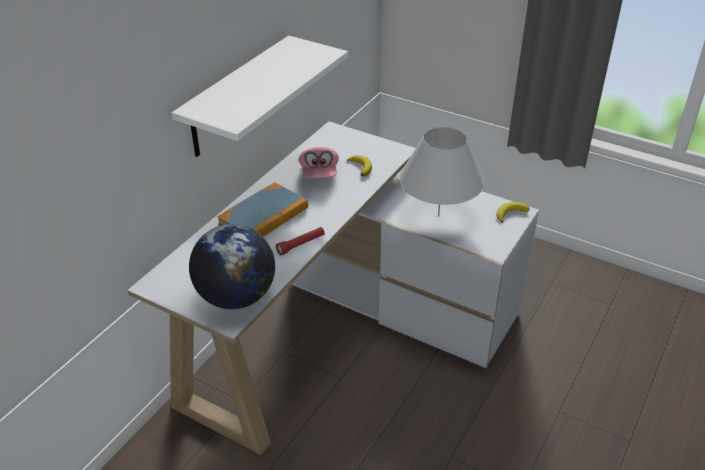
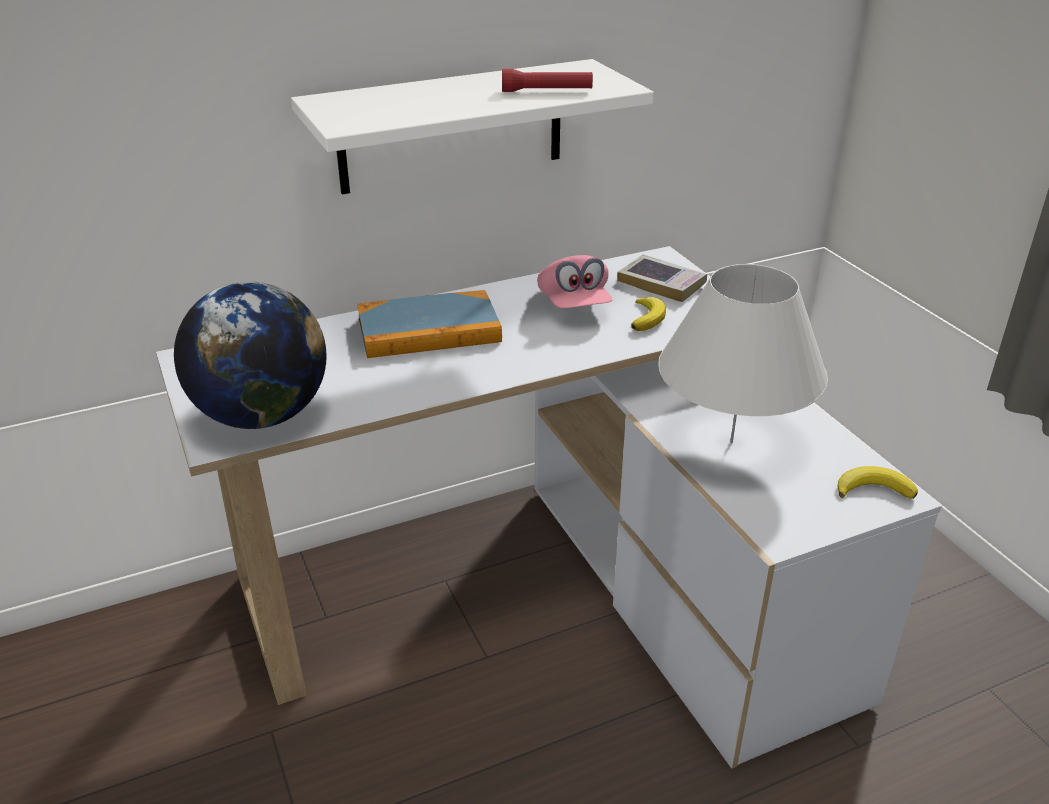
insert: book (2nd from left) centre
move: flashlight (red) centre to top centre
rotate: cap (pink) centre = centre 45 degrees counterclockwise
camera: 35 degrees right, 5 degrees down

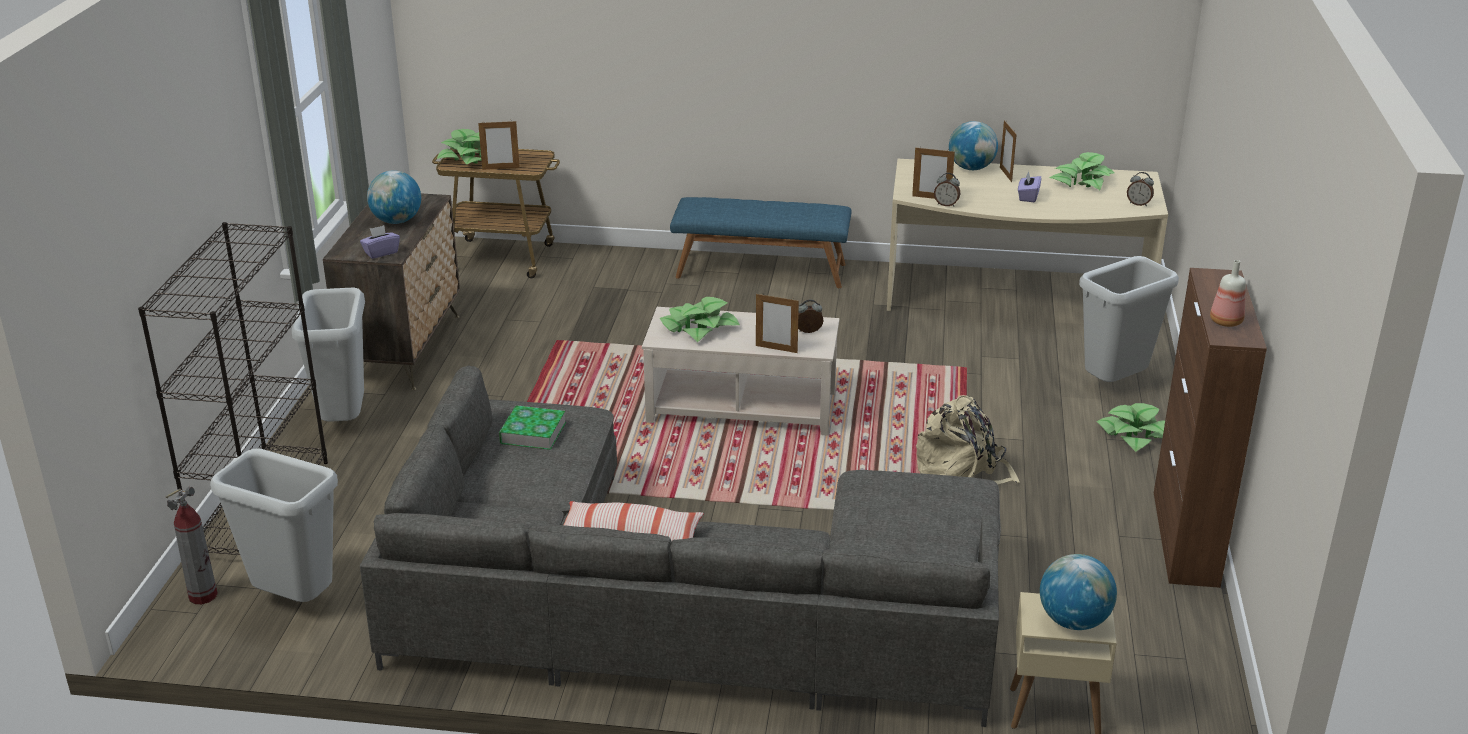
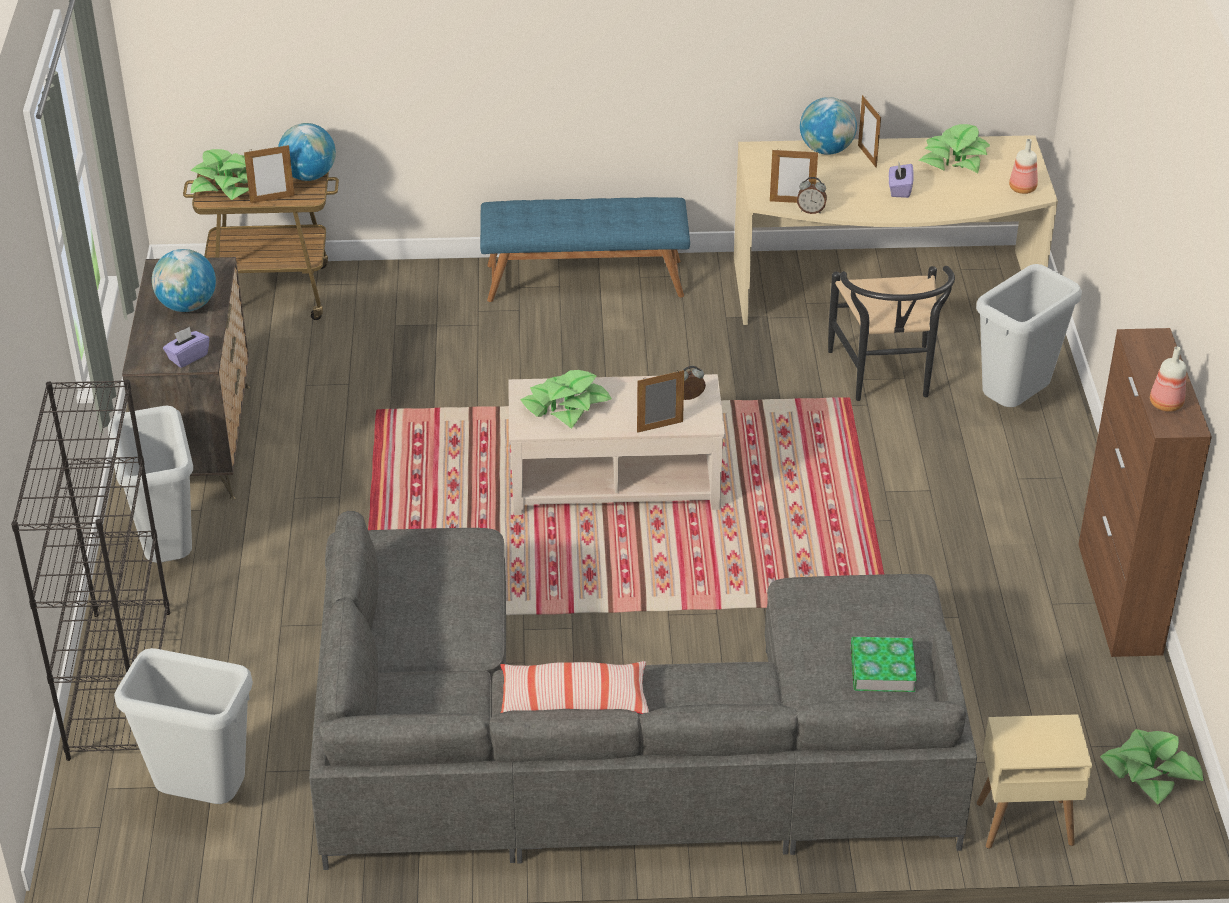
delete: fire extinguisher bottom left; backpack (beige) centre
insert: chair (black) middle right
move: book centre to bottom right; globe (3rd from left in the first image) bottom right to globe (2nd from left) top left; potted plant (4th from left) middle right to bottom right
replace: alarm clock (3rd from left) top right to bottle (1st from left) top right
rotate: picture frame (2nd from left) centre = centre 150 degrees clockwise
camera: 10 degrees left, 10 degrees up

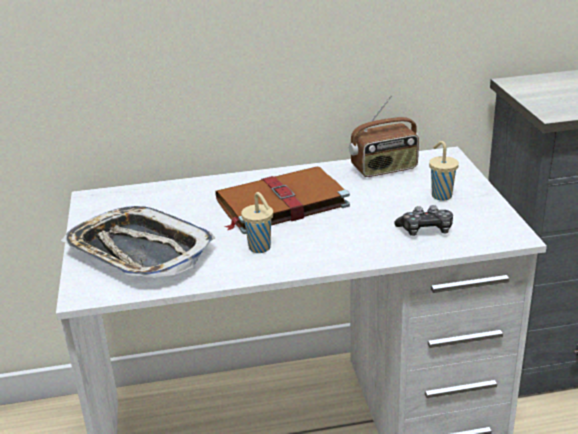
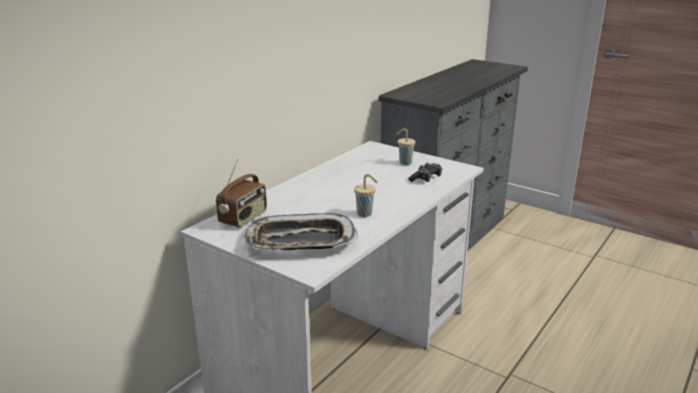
delete: book (brown) centre
move: radio top centre to centre
camera: 45 degrees left, 5 degrees down

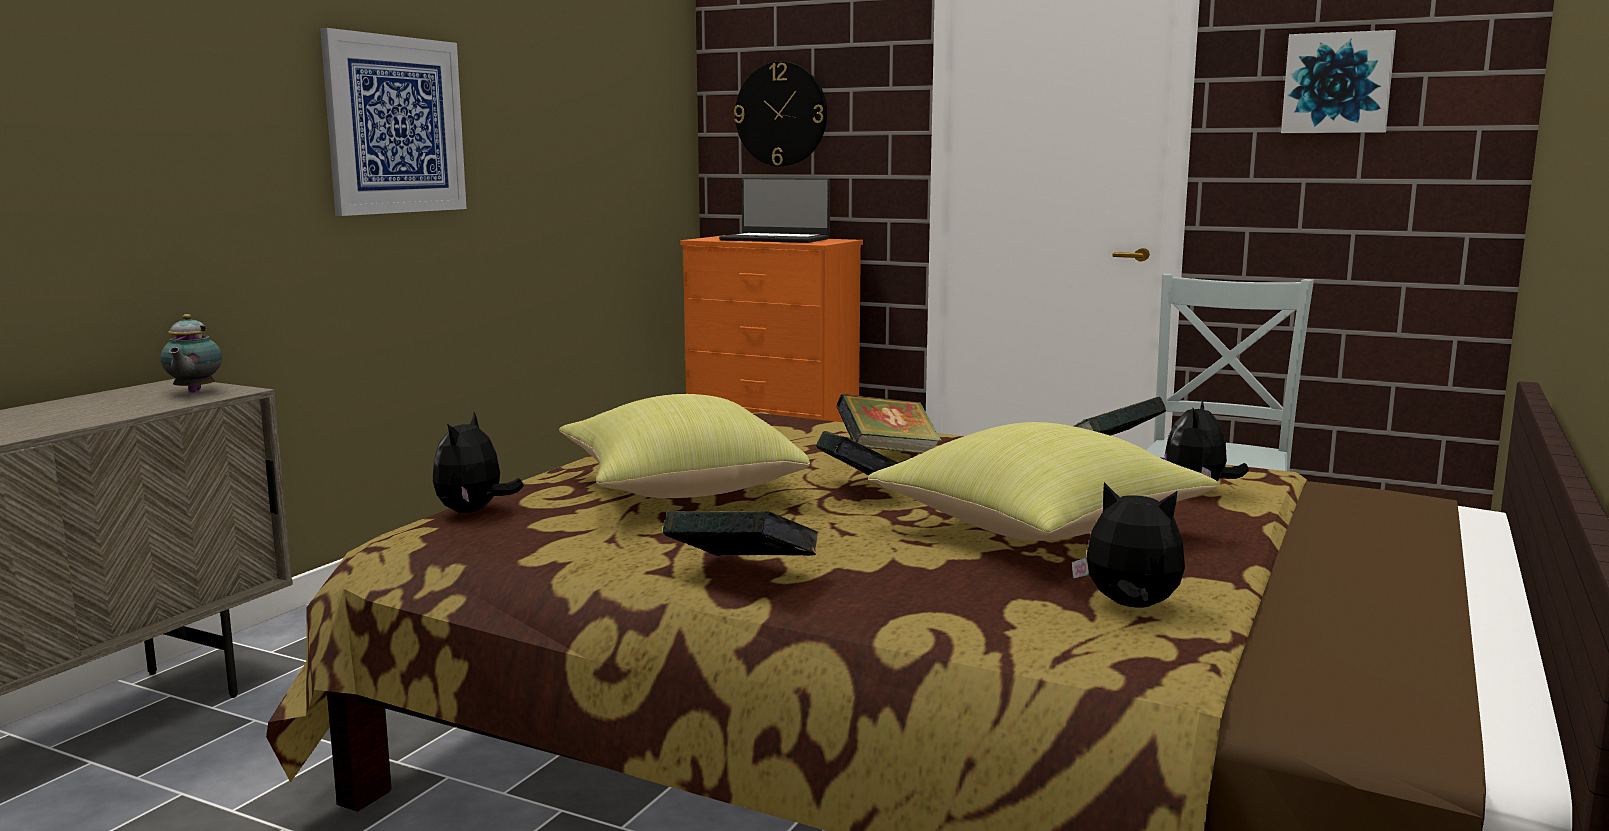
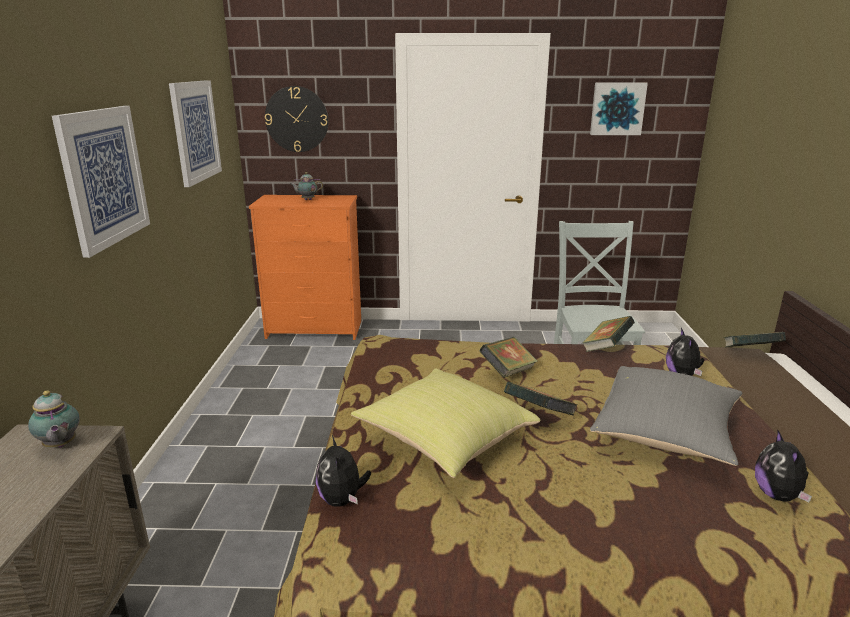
insert: picture (2nd from left) top left
move: book (1st from left in the first image) centre to book (4th from left) middle right
replace: laptop top centre to teapot (2nd from left) top centre
recolor: pillow (yellow) (2nd from left) centre to pillow (grey) bottom right
rotate: plush toy (2nd from left in the first image) middle right = bottom right 90 degrees counterclockwise
camera: 25 degrees left, 10 degrees up

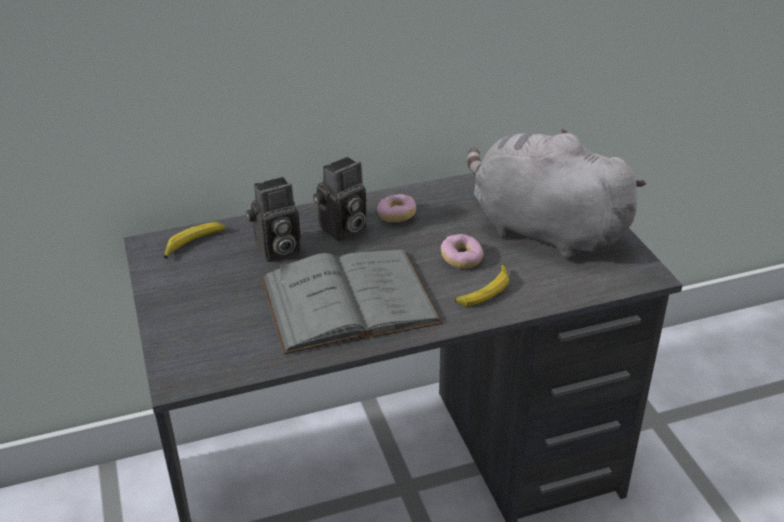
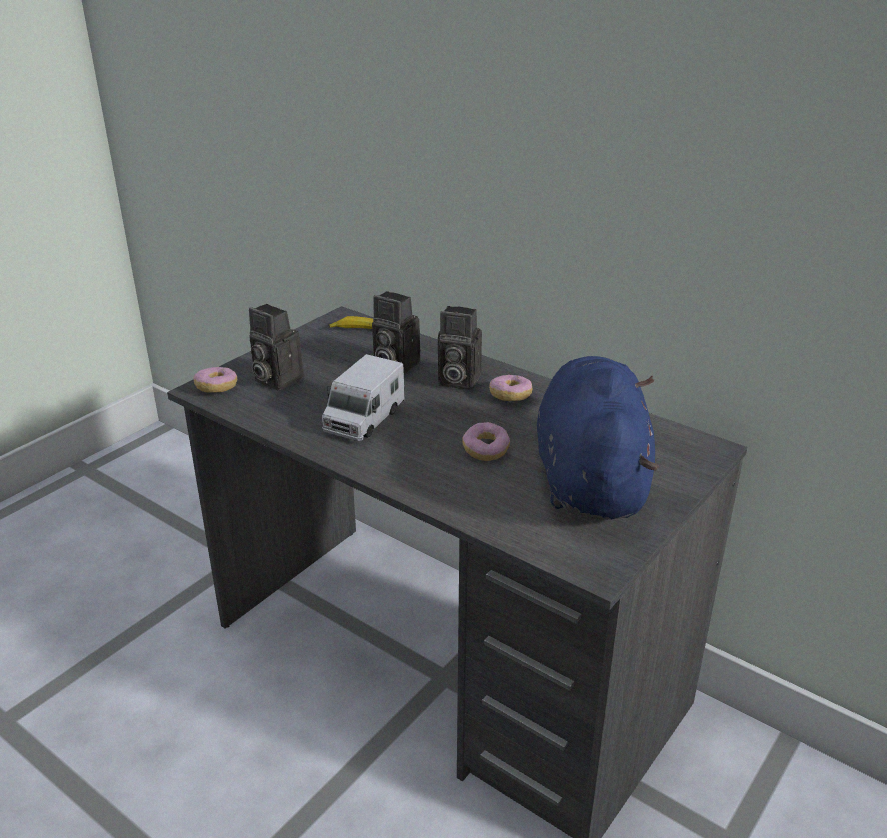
delete: banana (2nd from left) centre
insert: donut (1st from left) middle left; photo camera (1st from left) middle left
replace: book (grey) centre to toy truck centre
recolor: plush toy (grey) middle right to plush toy (blue) middle right
camera: 55 degrees right, 5 degrees down

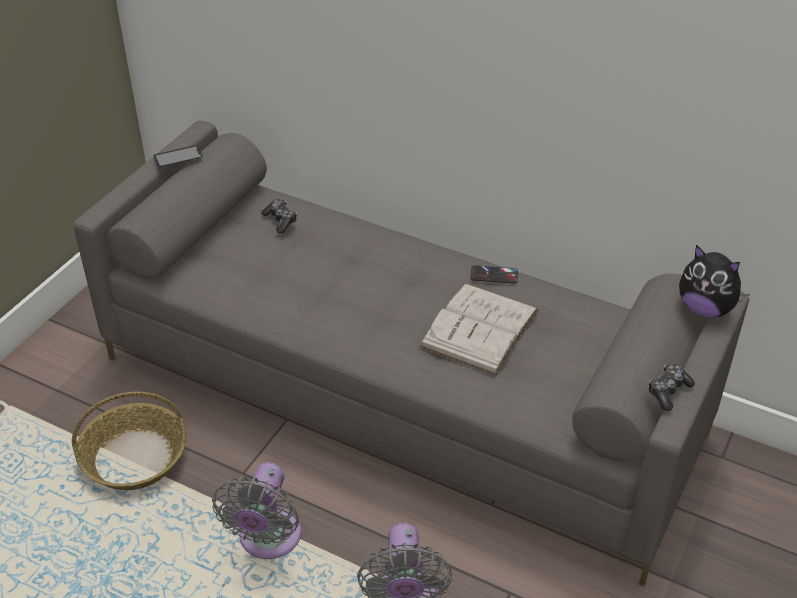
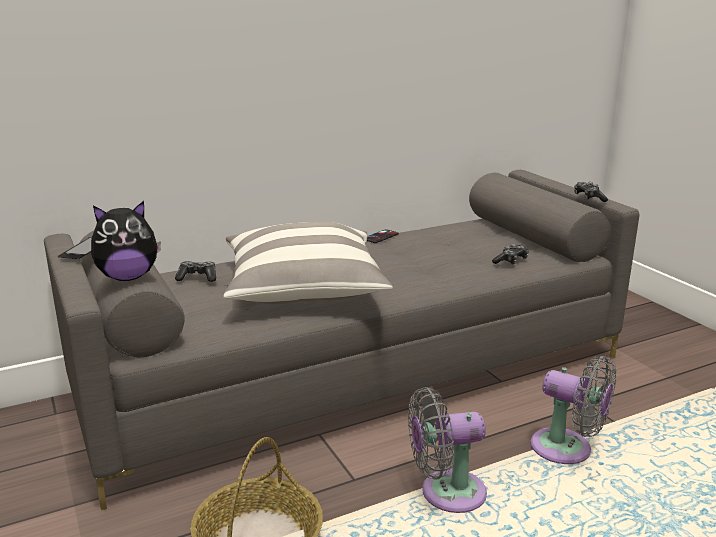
delete: book (white) centre
insert: pillow centre; game controller (2nd from left) middle right
move: plush toy middle right to middle left
rotate: fan (grey) (1st from left) bottom left = bottom centre 120 degrees clockwise
camera: 55 degrees left, 20 degrees down

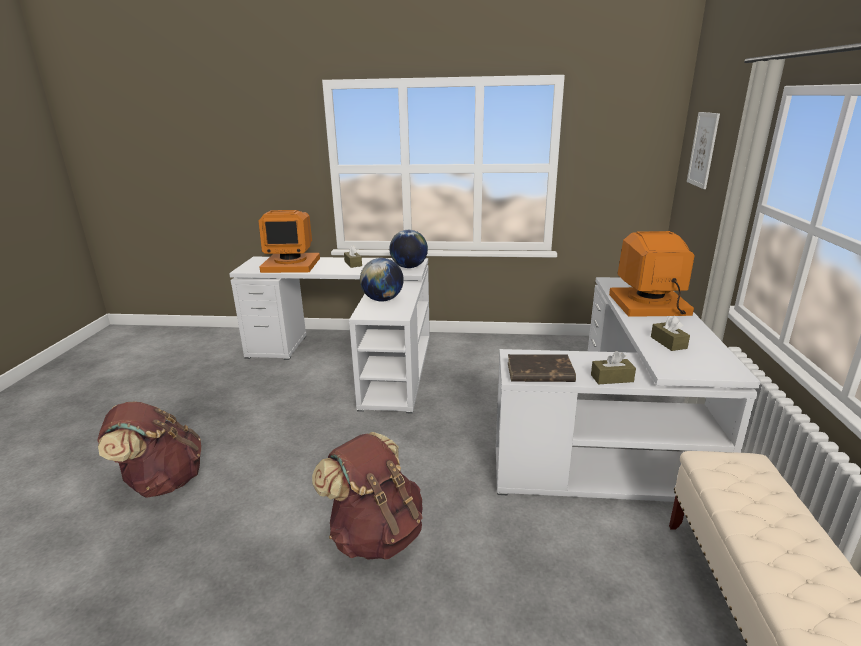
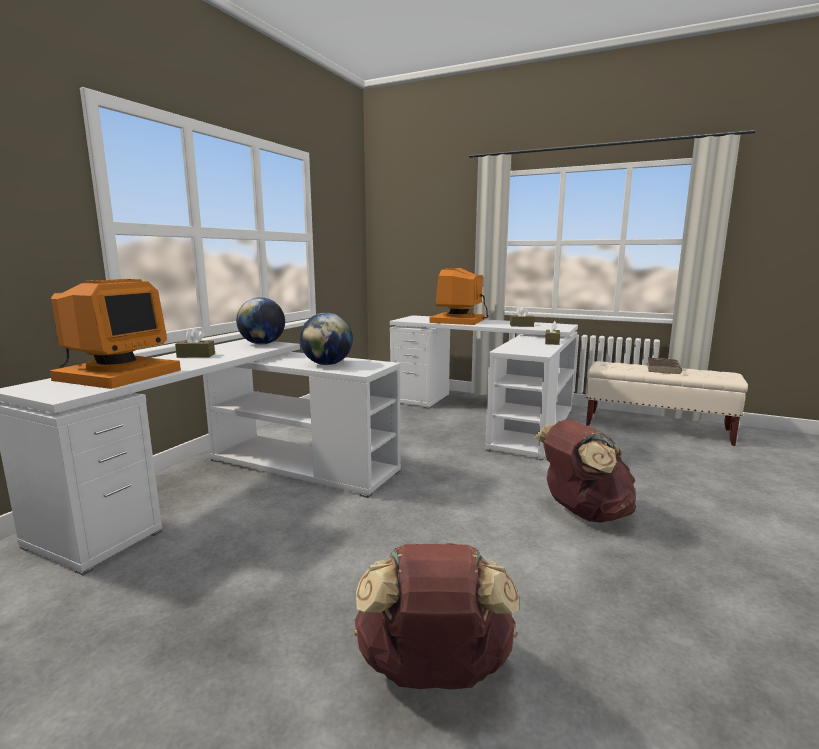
delete: picture top right
move: book (brown) centre to middle right
camera: 70 degrees left, 10 degrees down

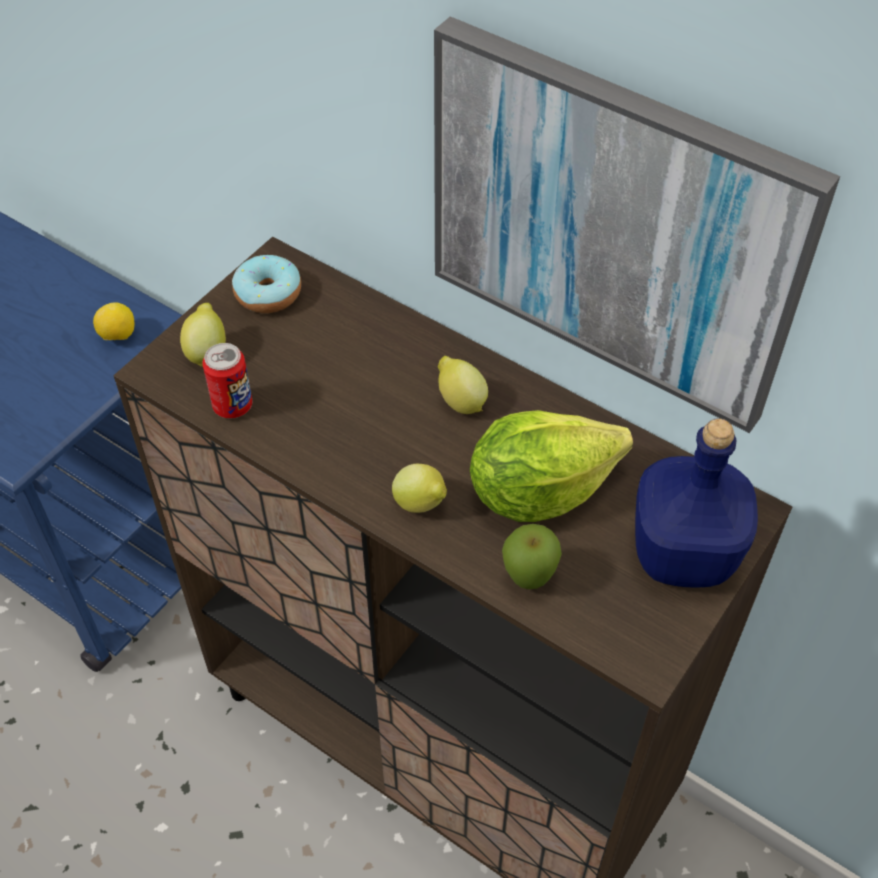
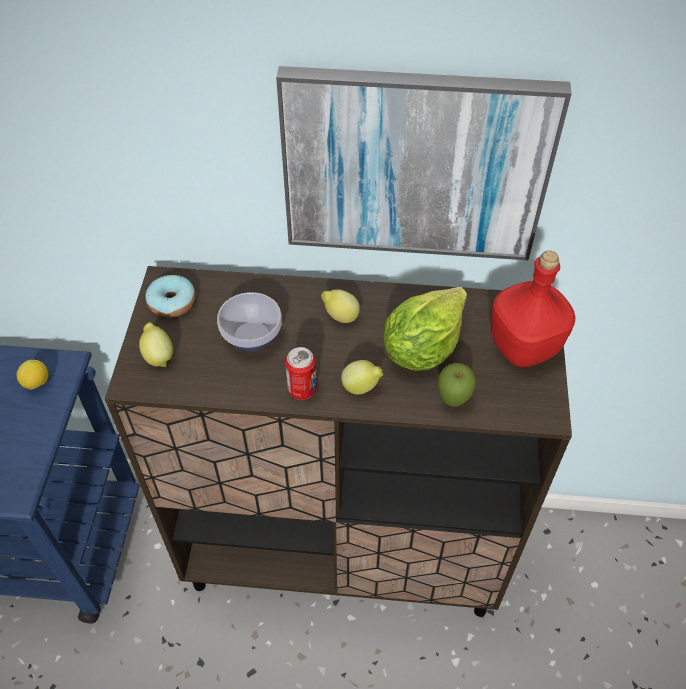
insert: bowl centre
move: can middle left to centre
recolor: bottle (blue) middle right to bottle (red) middle right
camera: 30 degrees left, 0 degrees up

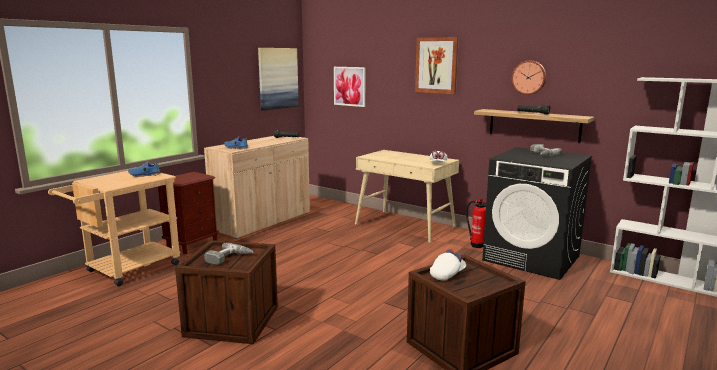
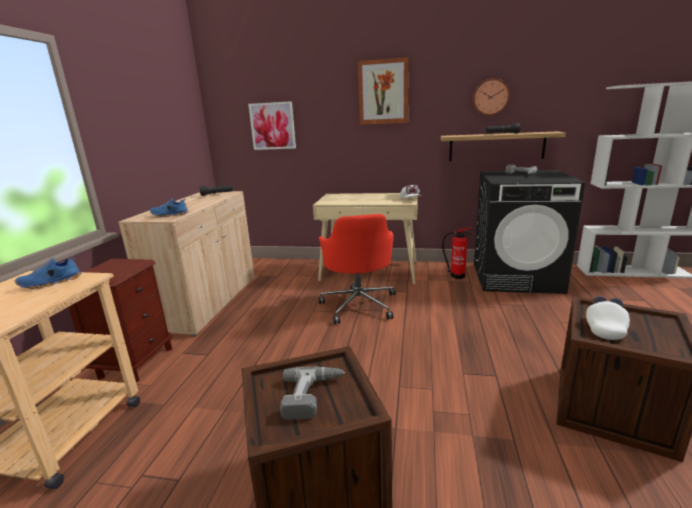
delete: picture (1st from left) top centre
insert: office chair (red) centre
camera: 25 degrees left, 5 degrees up

